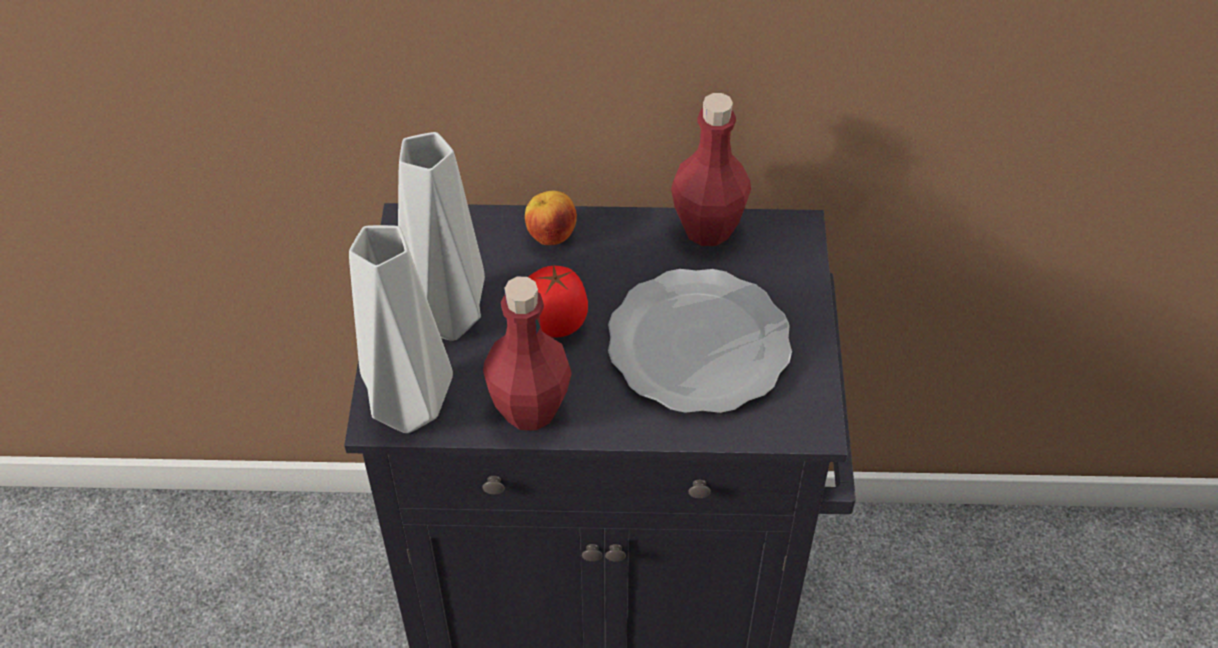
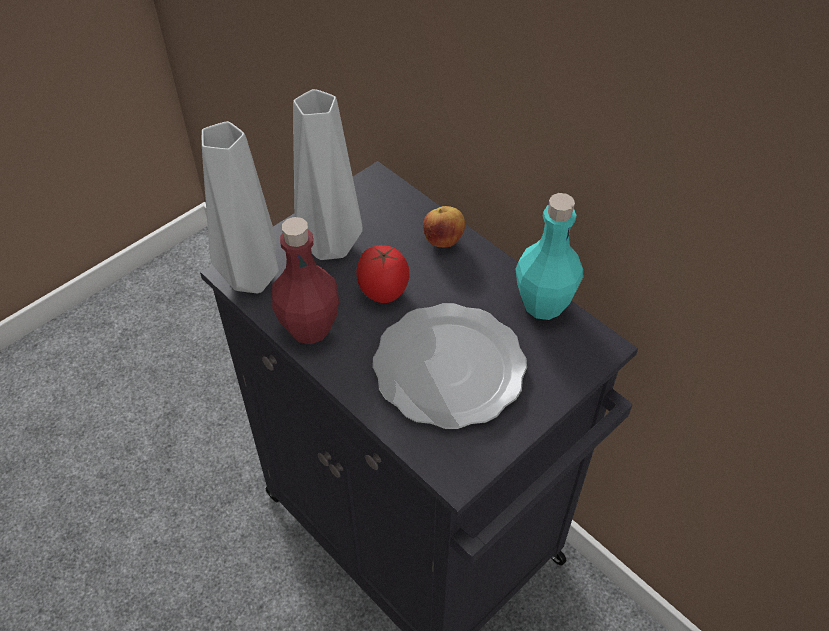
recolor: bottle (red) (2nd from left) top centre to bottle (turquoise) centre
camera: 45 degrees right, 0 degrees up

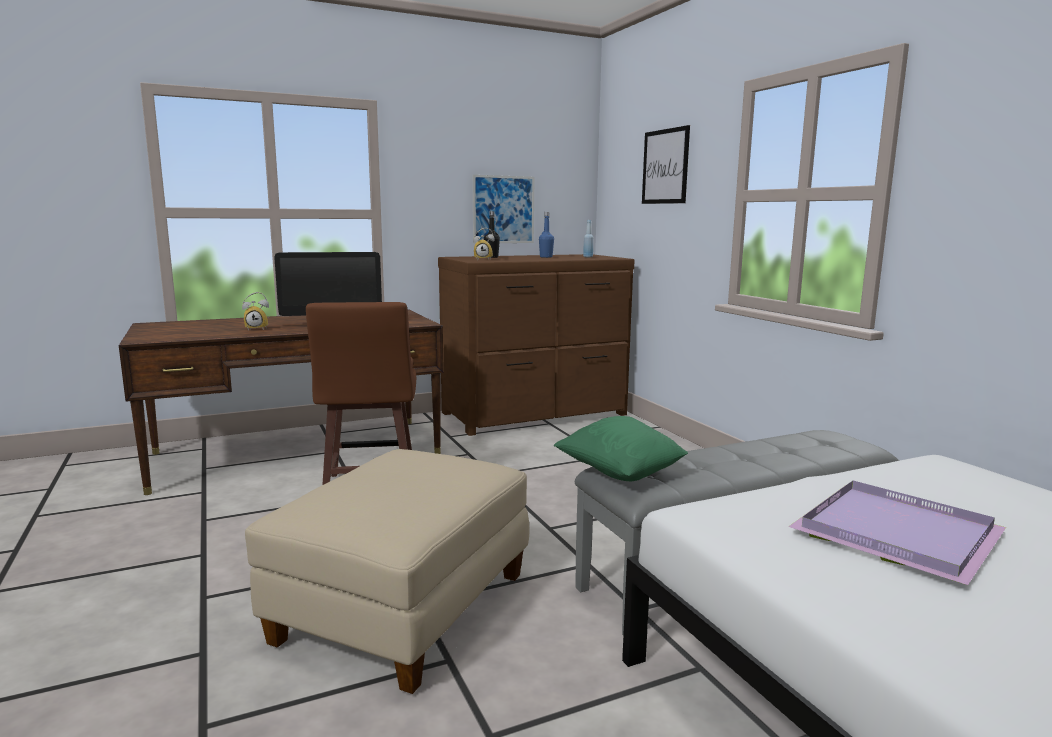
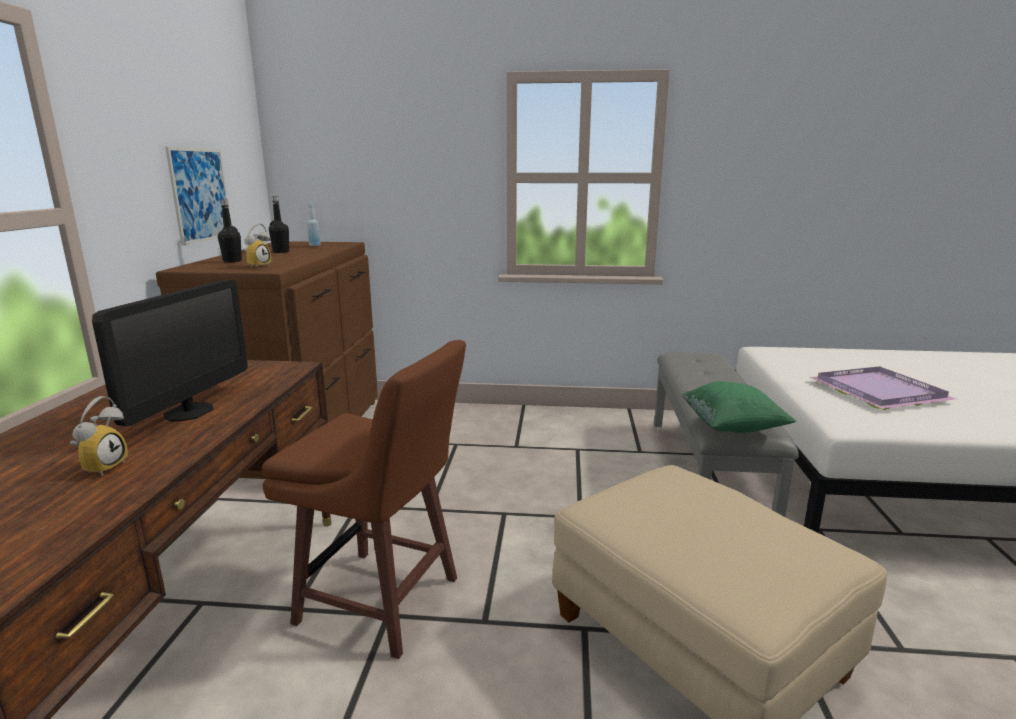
delete: picture (2nd from left) top centre
recolor: bottle (blue) (1st from left) top centre to bottle (black) (2nd from left) top left
camera: 60 degrees left, 5 degrees up

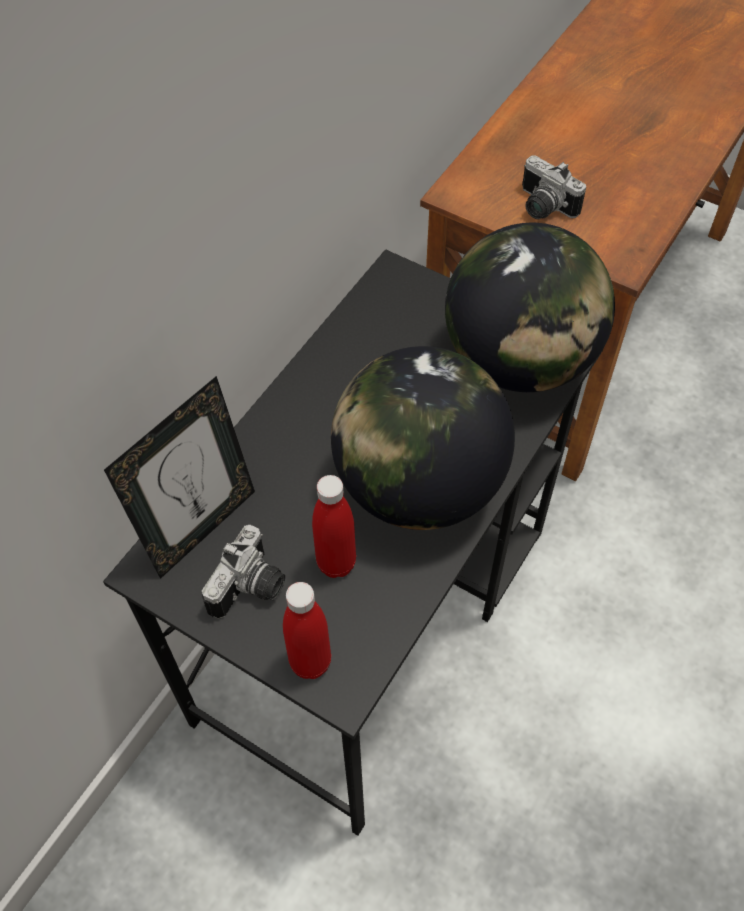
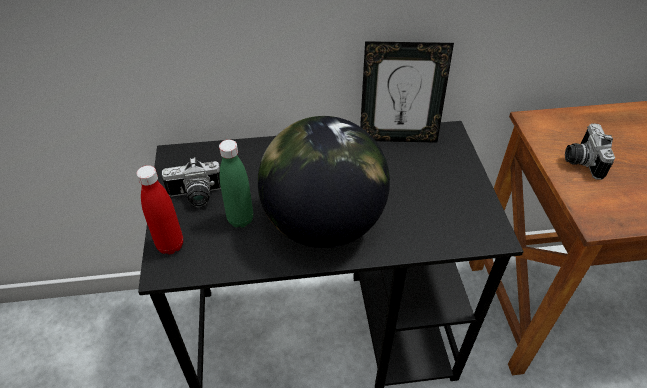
delete: globe (2nd from left) middle right
move: picture frame middle left to top centre
recolor: bottle (red) (2nd from left) centre to bottle (green) centre
camera: 50 degrees right, 10 degrees down

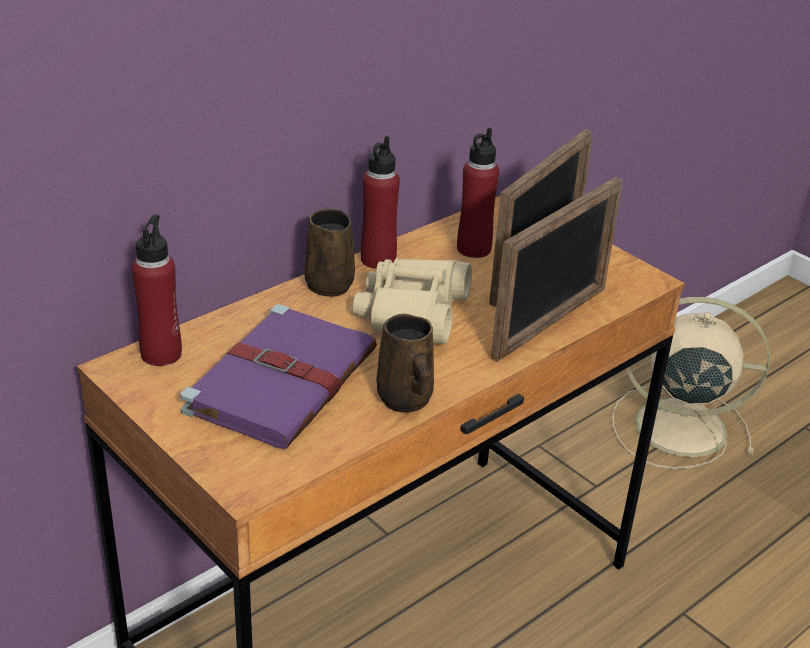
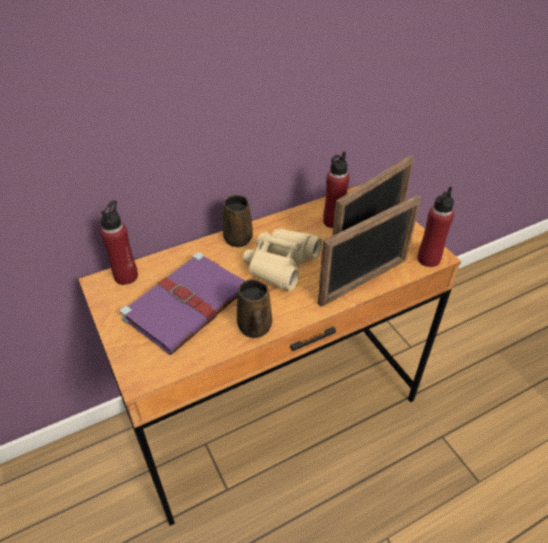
delete: fan (beige) middle right
move: bottle (red) (2nd from left in the first image) top centre to bottle (red) (3rd from left) middle right
camera: 15 degrees right, 10 degrees up

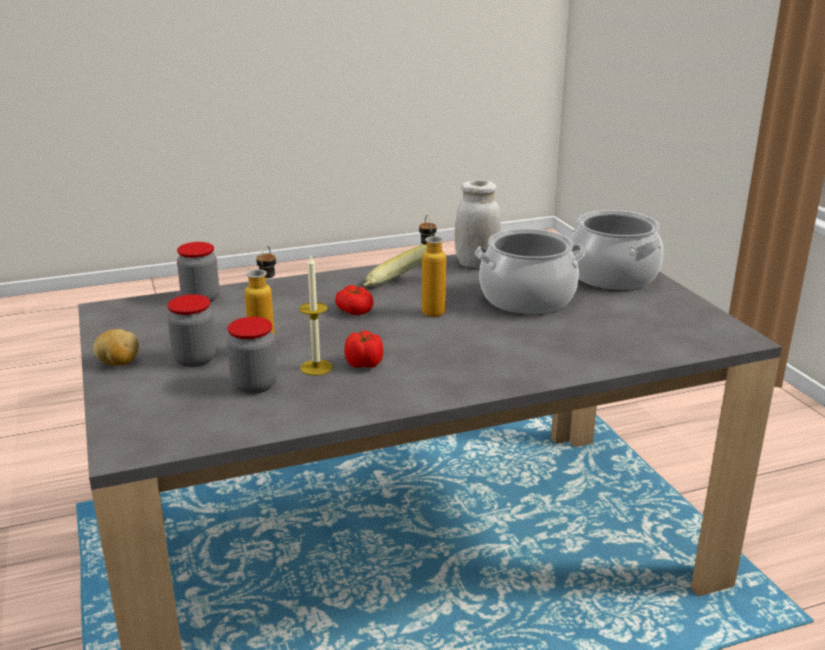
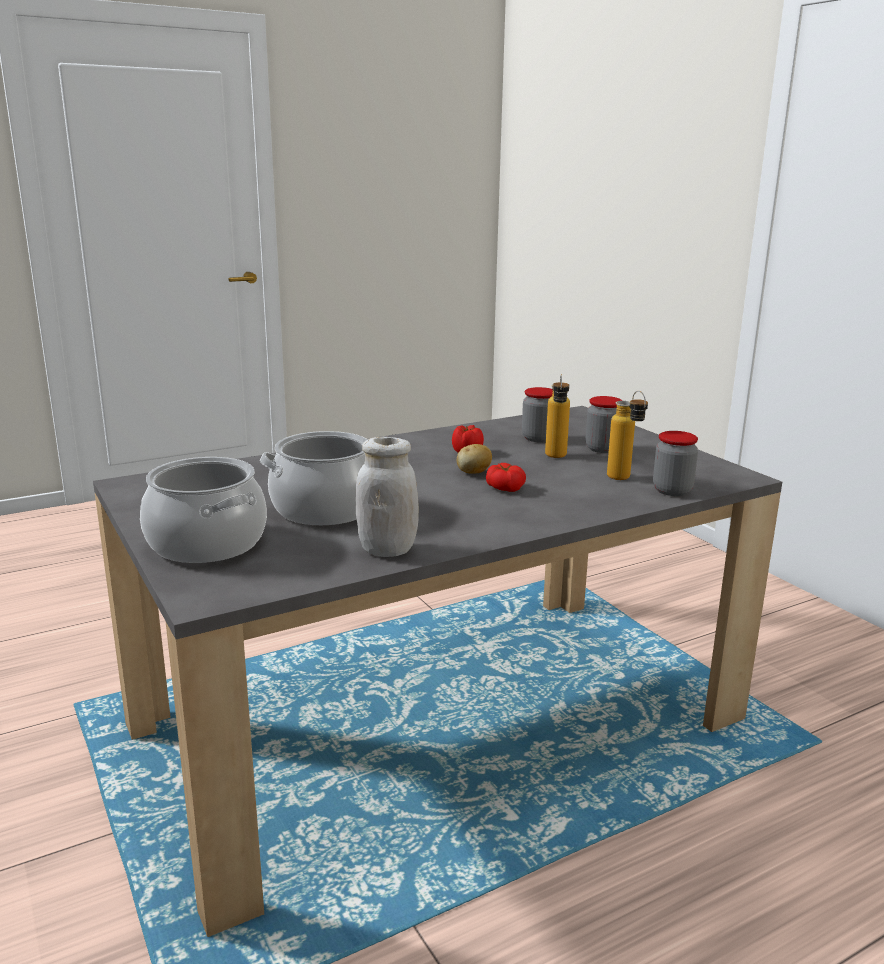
delete: candle centre; banana centre
move: potato middle left to centre; bottle (2nd from left) centre to middle right
camera: 170 degrees right, 5 degrees down

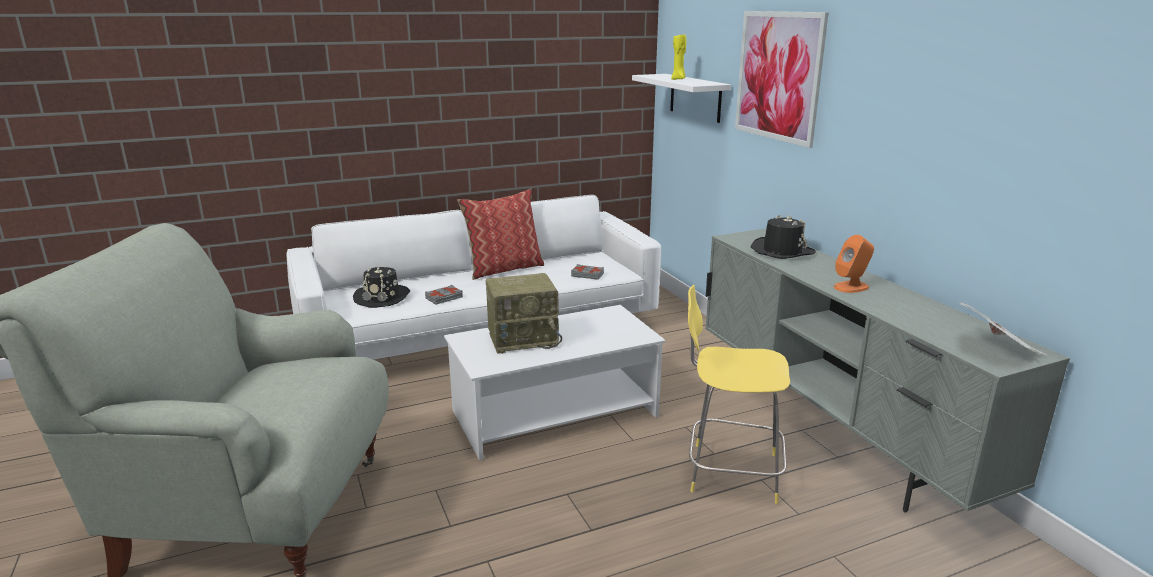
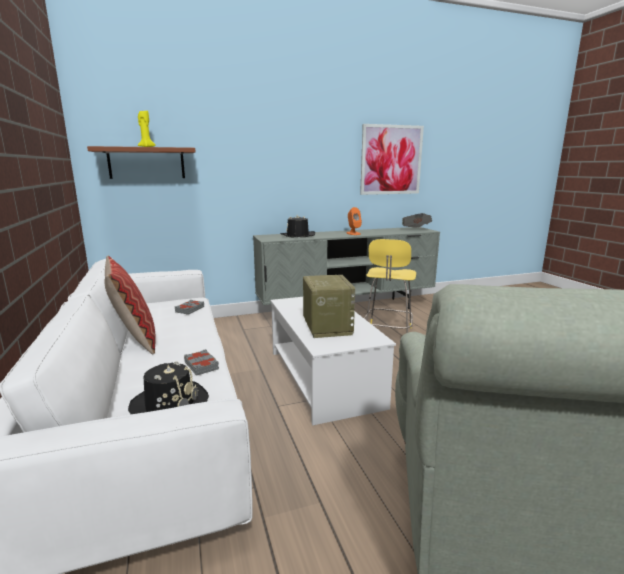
move: picture top right to top centre
recolor: shelf (white) top centre to shelf (brown) top left
camera: 85 degrees left, 5 degrees down

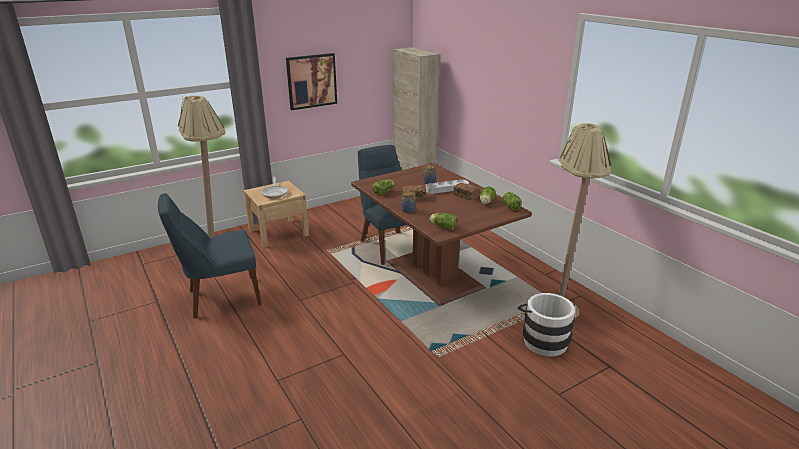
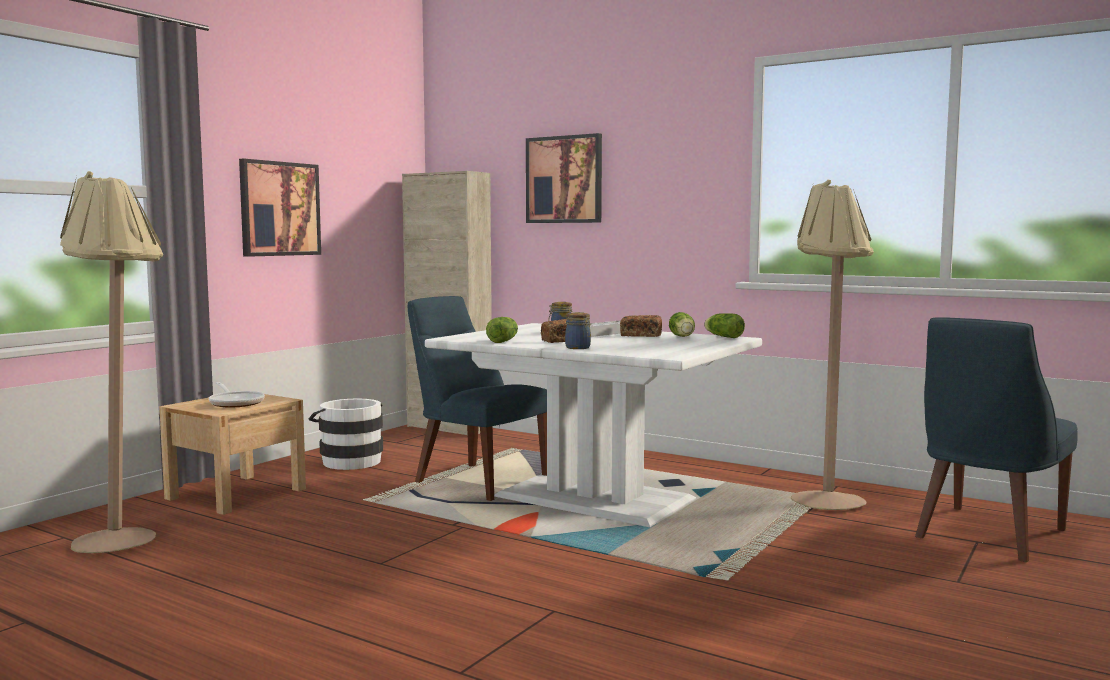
delete: lettuce (2nd from left) centre
insert: picture (2nd from left) top centre
move: chair (blue) (1st from left in the first image) middle left to chair (blue) (2nd from left) middle right; bucket (white) bottom right to middle left
recolor: dining table (brown) centre to dining table (white) centre
camera: 25 degrees left, 20 degrees down

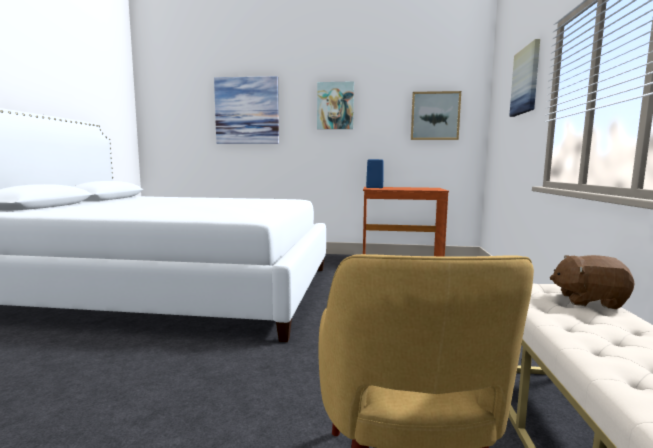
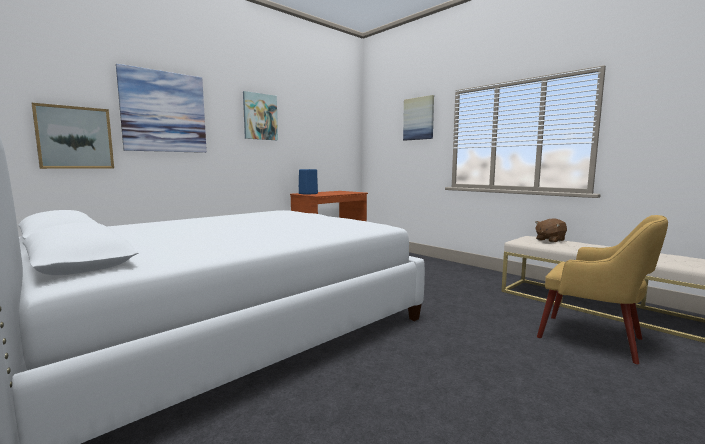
move: picture (3rd from left in the first image) top right to picture (1st from left) top left
camera: 50 degrees left, 0 degrees up

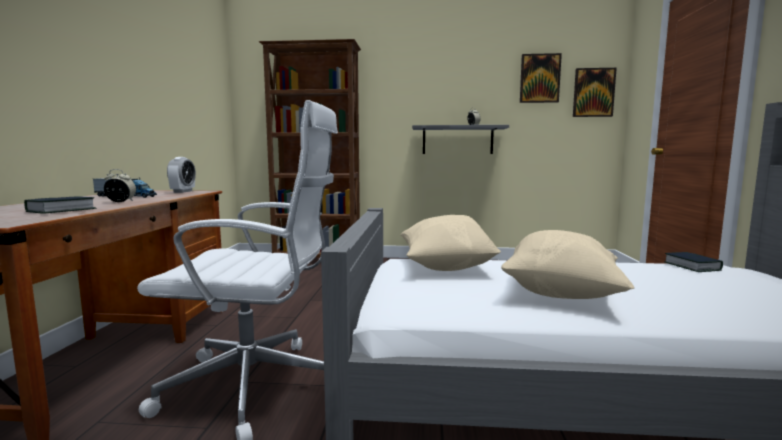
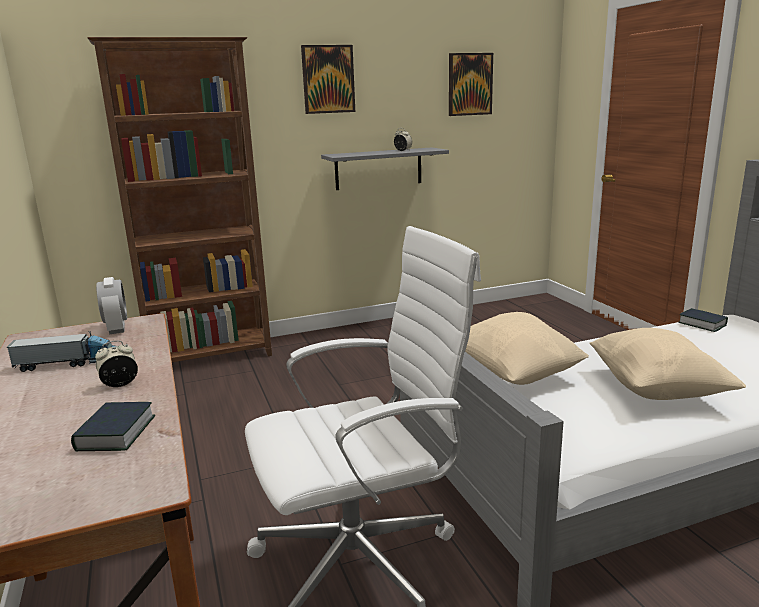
move: picture (2nd from left in the first image) top right to picture (1st from left) top centre
camera: 25 degrees left, 10 degrees up

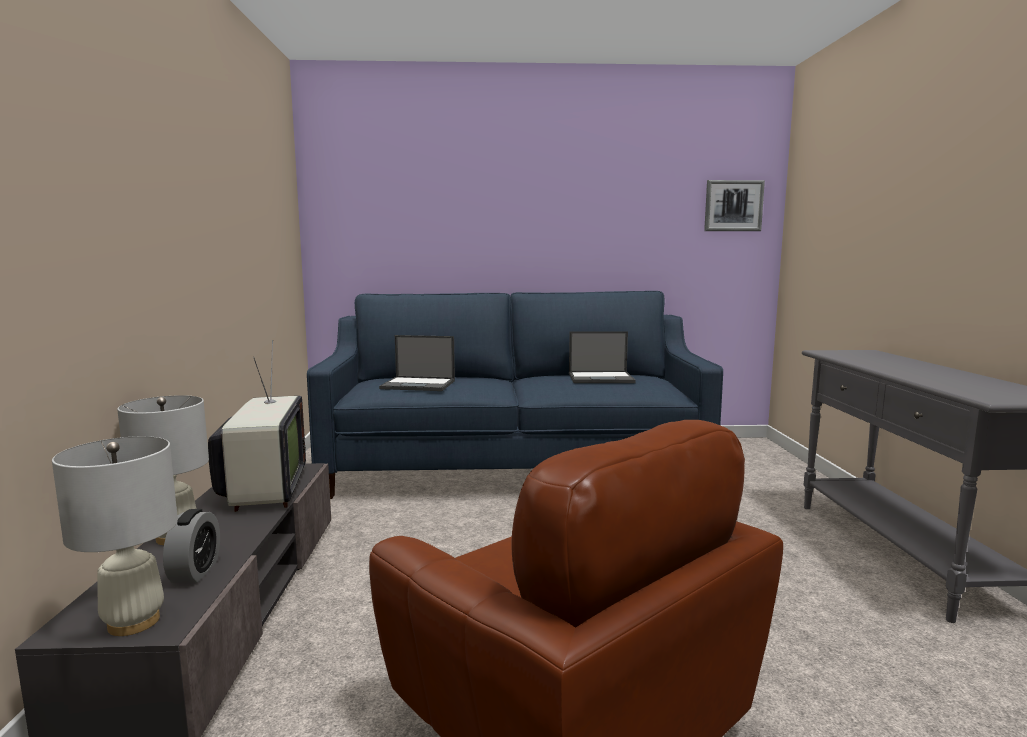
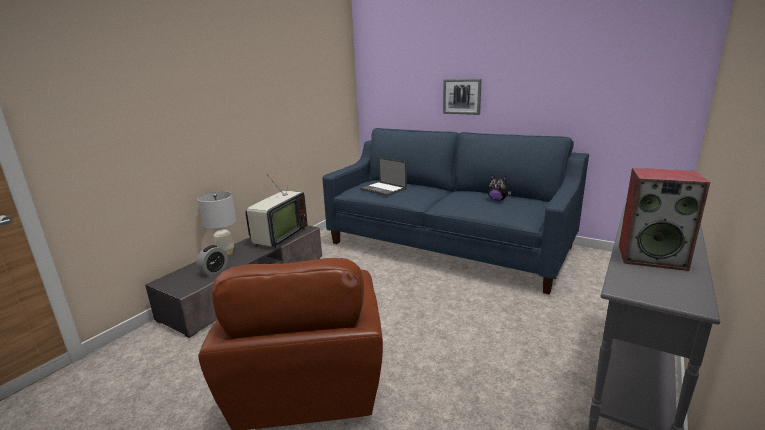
delete: table lamp (white) (1st from left) bottom left
insert: speaker middle right
move: picture top right to top centre
replace: laptop (2nd from left) centre to plush toy centre
camera: 35 degrees right, 10 degrees up

